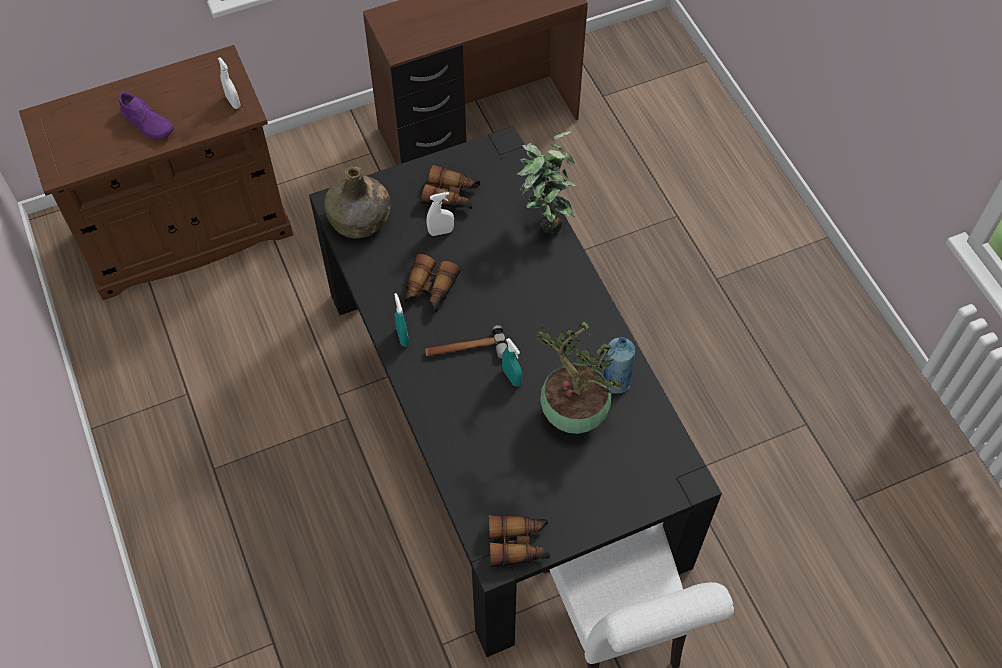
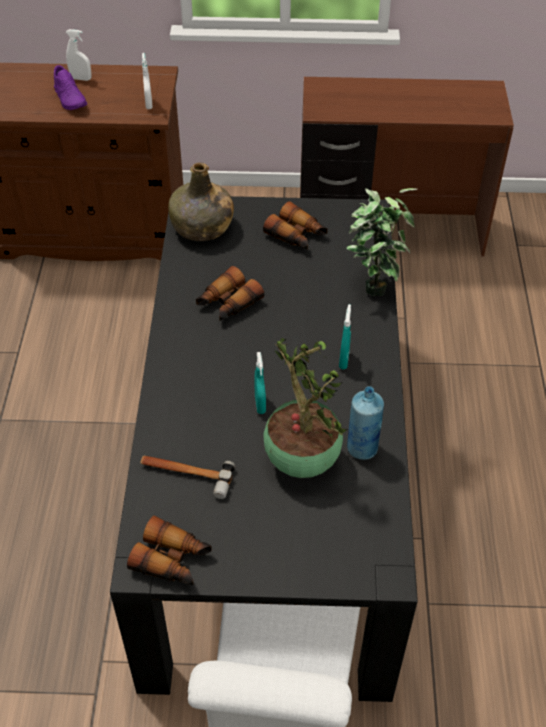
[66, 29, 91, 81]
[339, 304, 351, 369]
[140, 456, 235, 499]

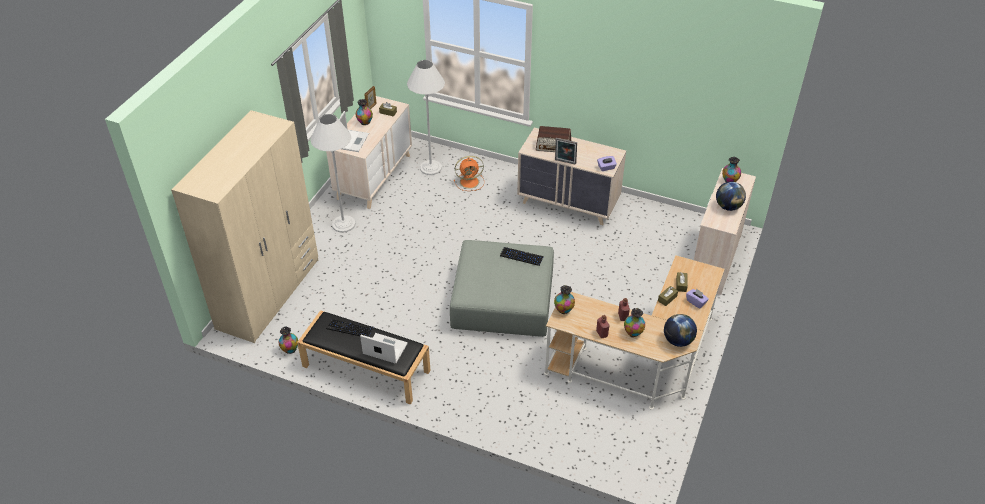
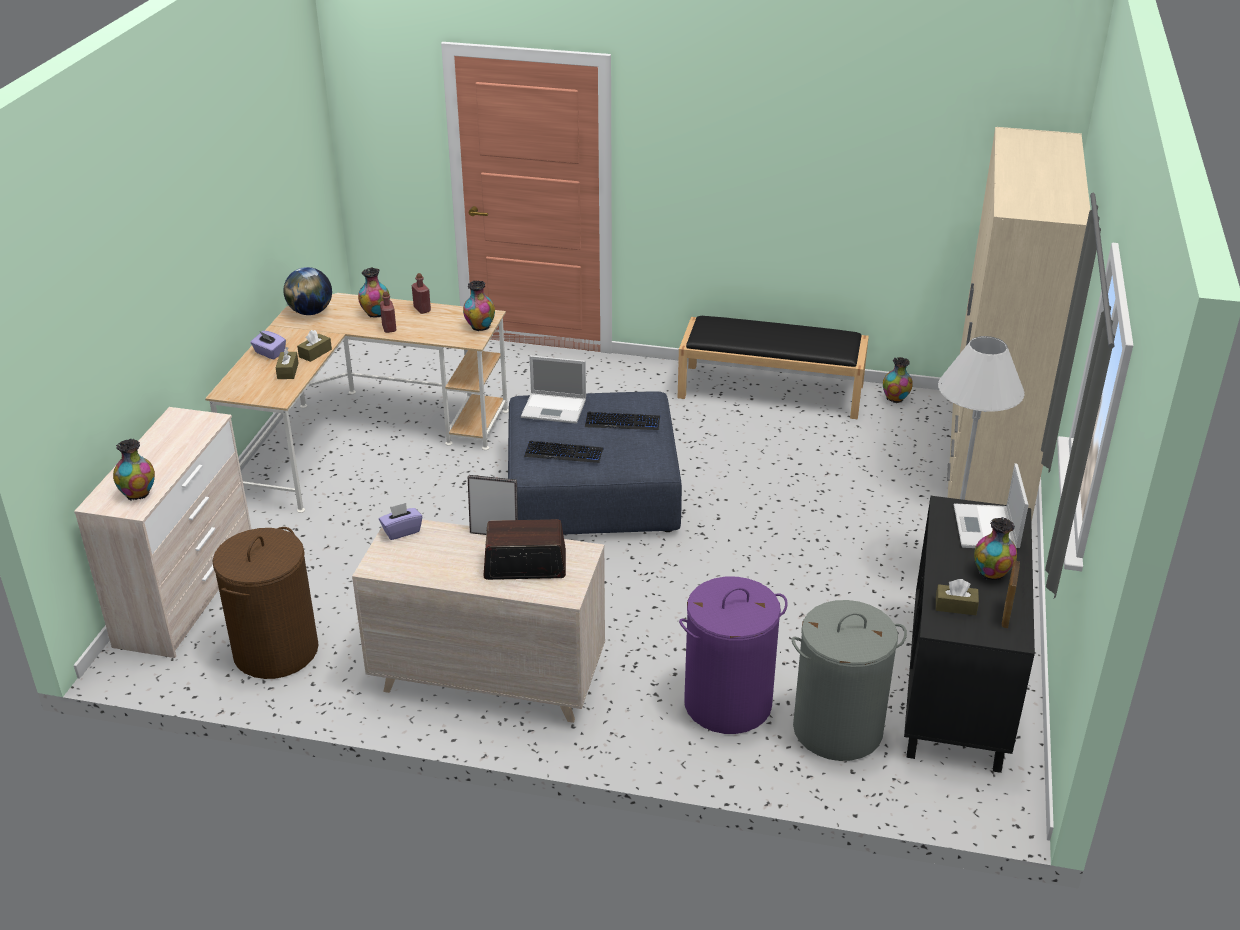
[792, 600, 907, 761]
[904, 496, 1035, 773]
[679, 577, 788, 734]
[716, 182, 746, 211] (first image)
[508, 392, 682, 535]
[585, 412, 660, 430]
[521, 356, 586, 424]
[212, 527, 319, 679]

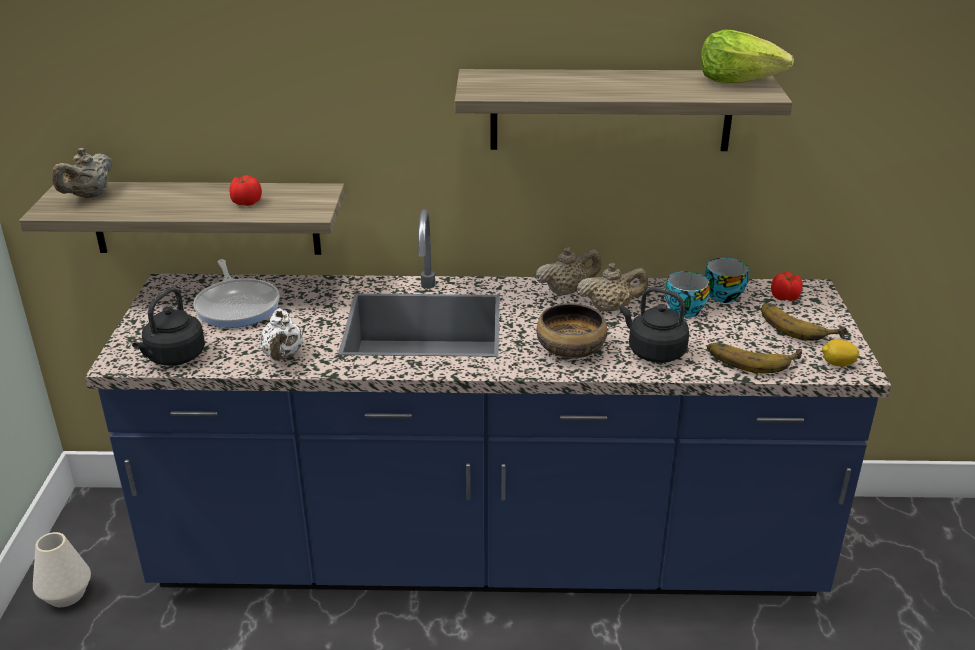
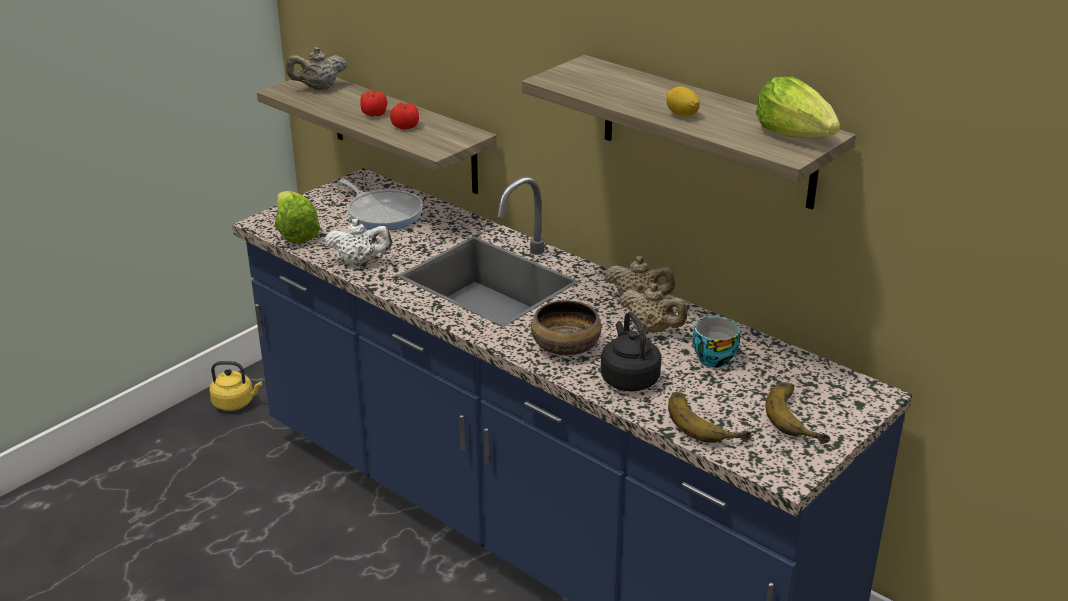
[705, 258, 749, 303] (first image)
[339, 179, 423, 230]
[360, 90, 387, 116]
[275, 191, 320, 244]
[325, 219, 392, 265]
[666, 86, 700, 117]
[209, 361, 262, 411]

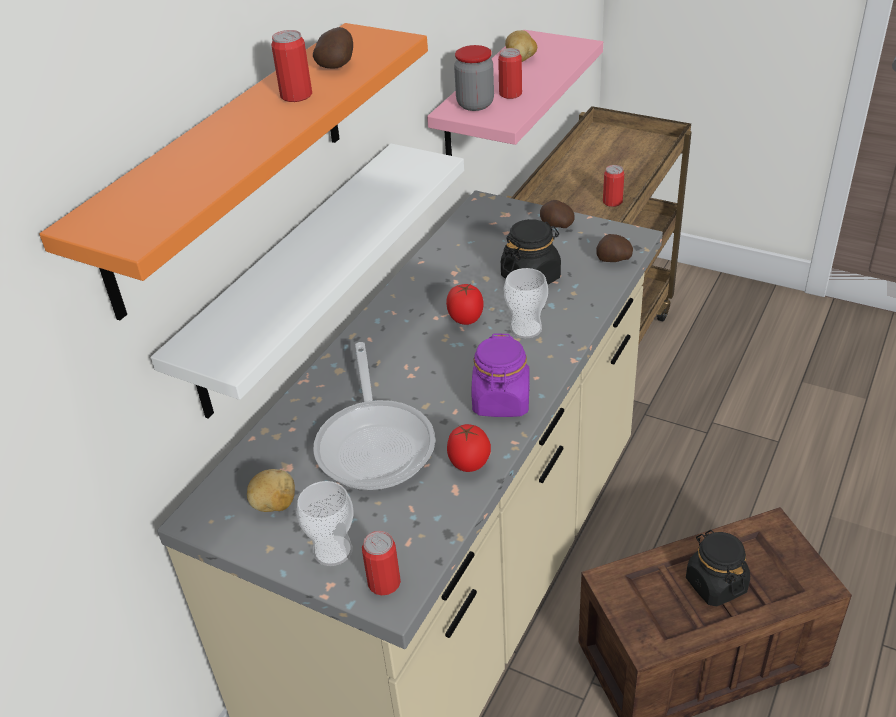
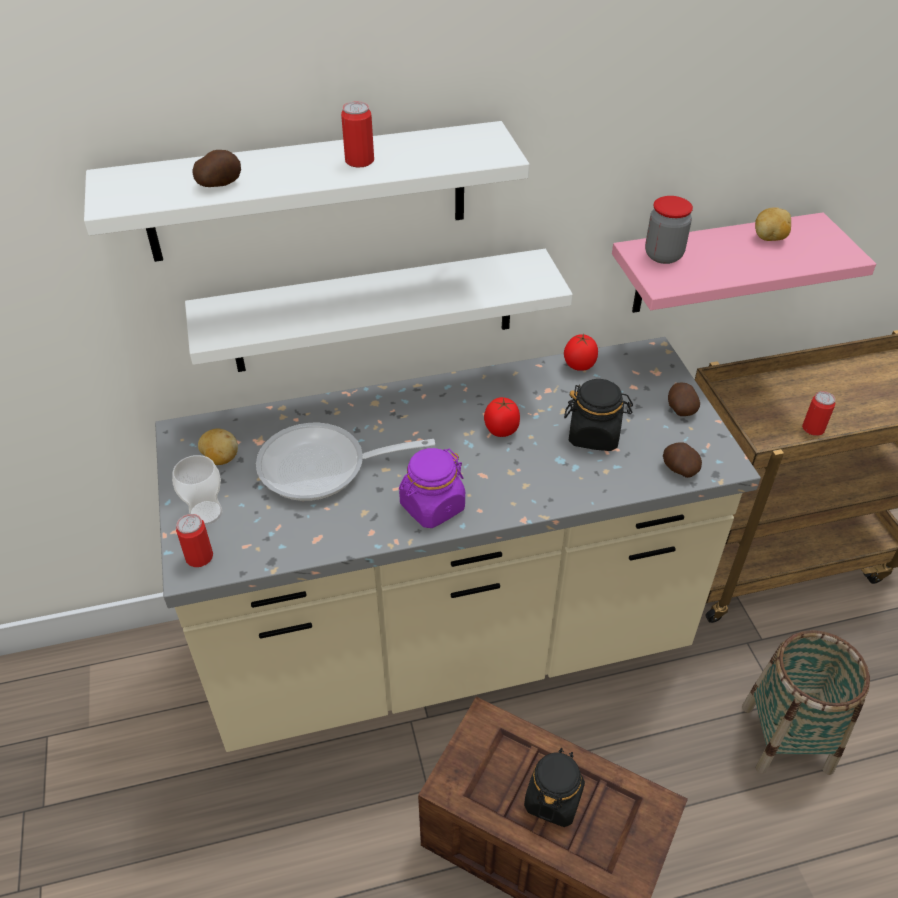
[84, 121, 529, 262]
[192, 150, 241, 187]
[498, 48, 522, 99] (first image)
[504, 268, 548, 338] (first image)
[256, 423, 435, 501]
[564, 333, 598, 371]
[742, 630, 870, 775]

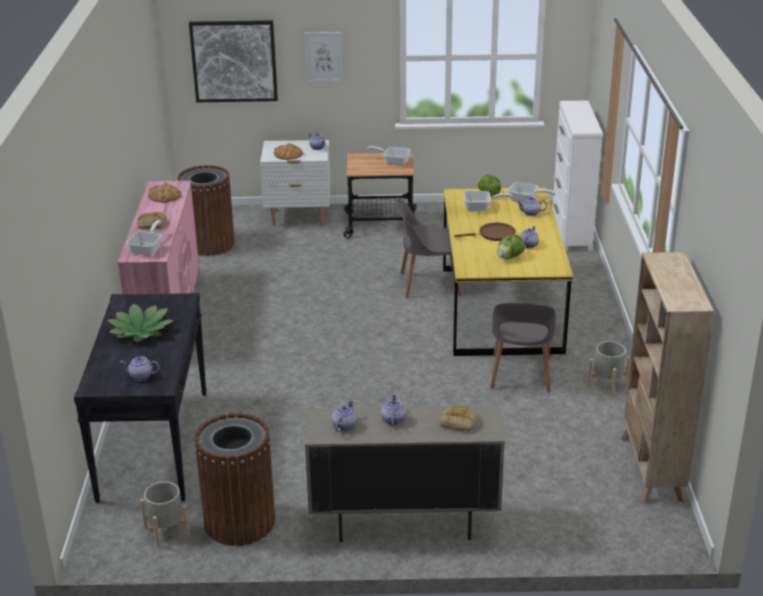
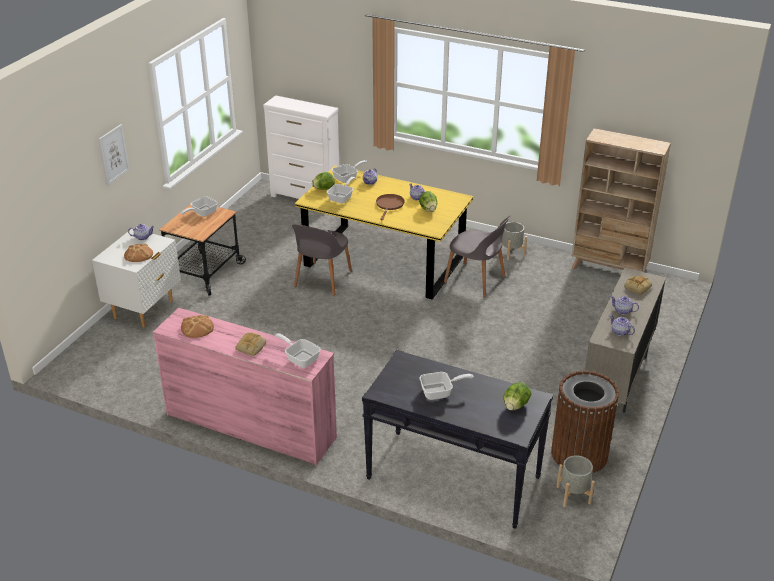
[189, 20, 278, 102] (first image)
[178, 165, 235, 256] (first image)
[419, 372, 474, 400]
[504, 382, 532, 411]

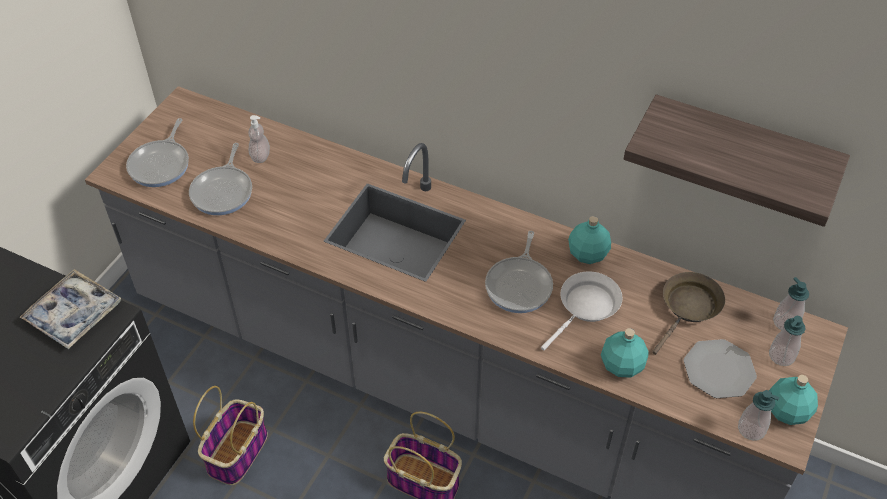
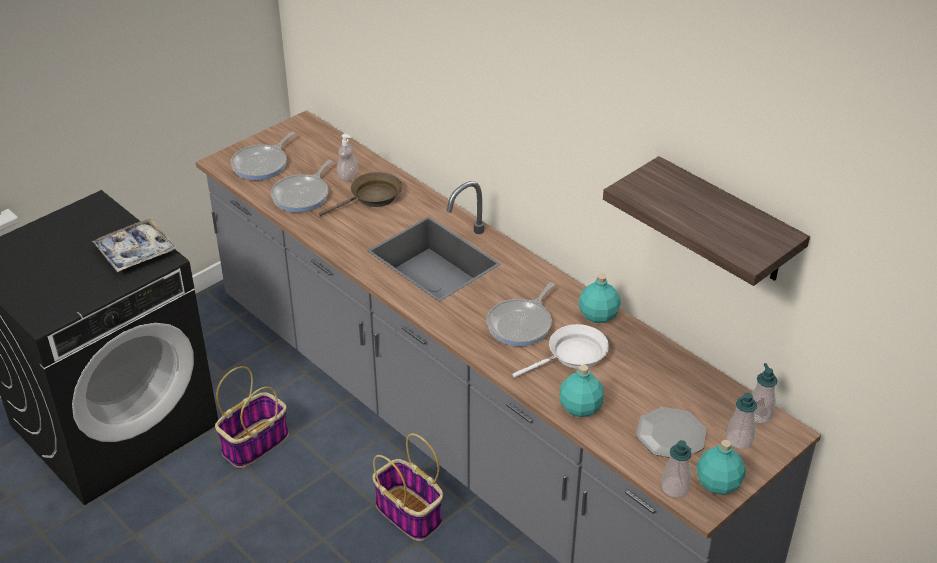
[319, 172, 402, 216]

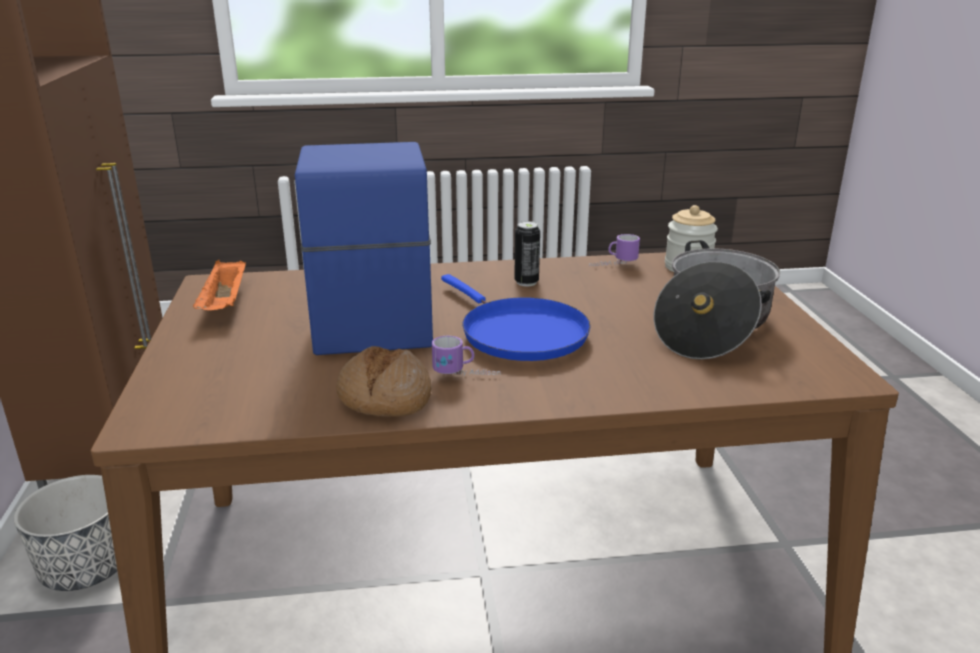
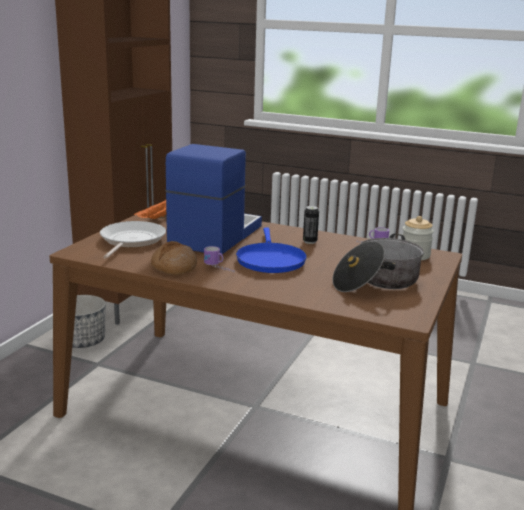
[100, 221, 166, 259]

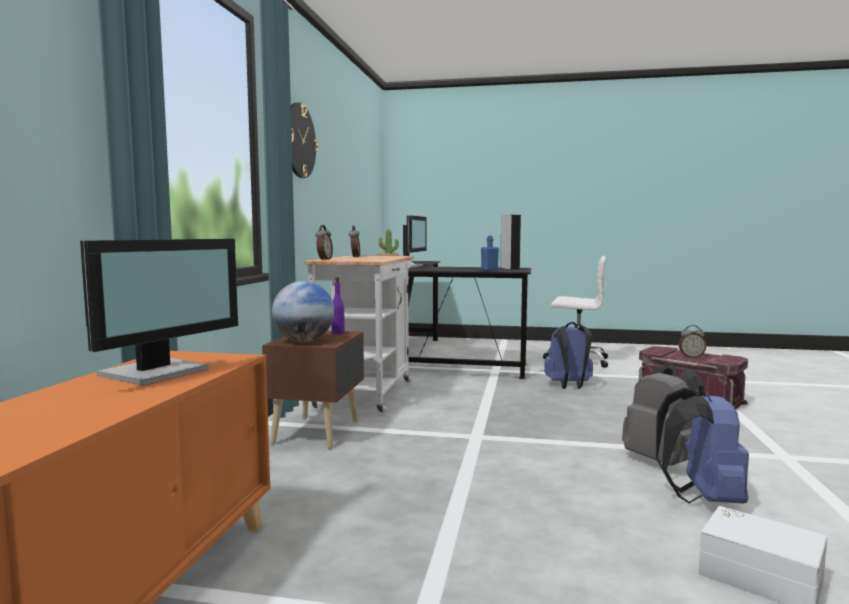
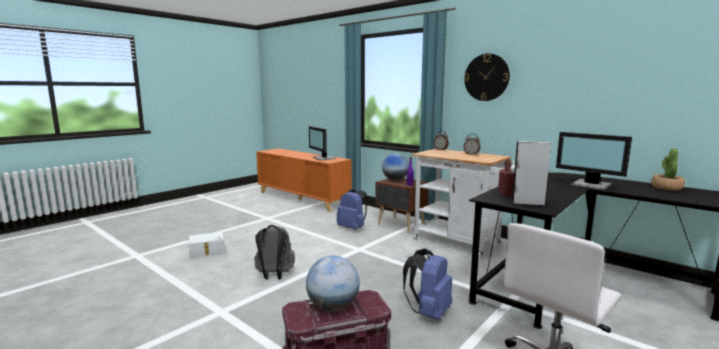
[498, 159, 514, 196]
[306, 256, 360, 311]
[336, 188, 368, 229]

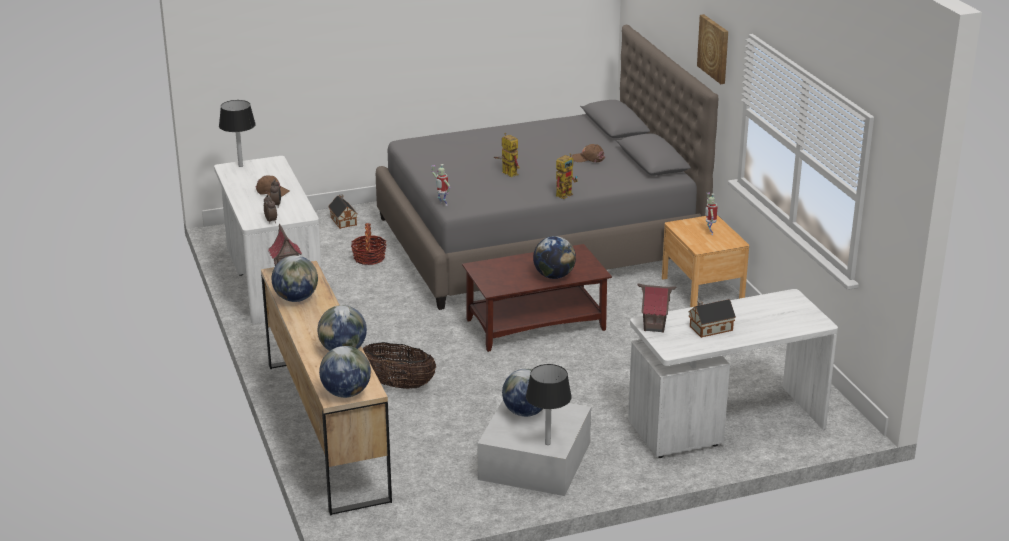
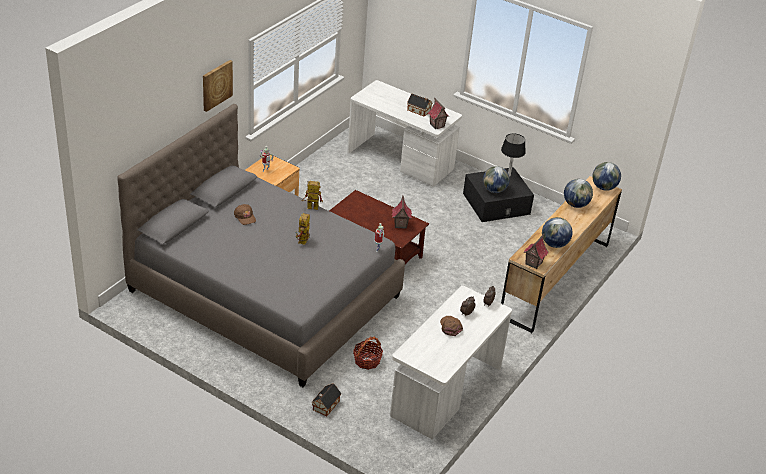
[219, 100, 256, 167] (first image)
[533, 236, 576, 279] (first image)
[363, 342, 436, 389] (first image)
[463, 167, 534, 222]
[392, 196, 412, 229]

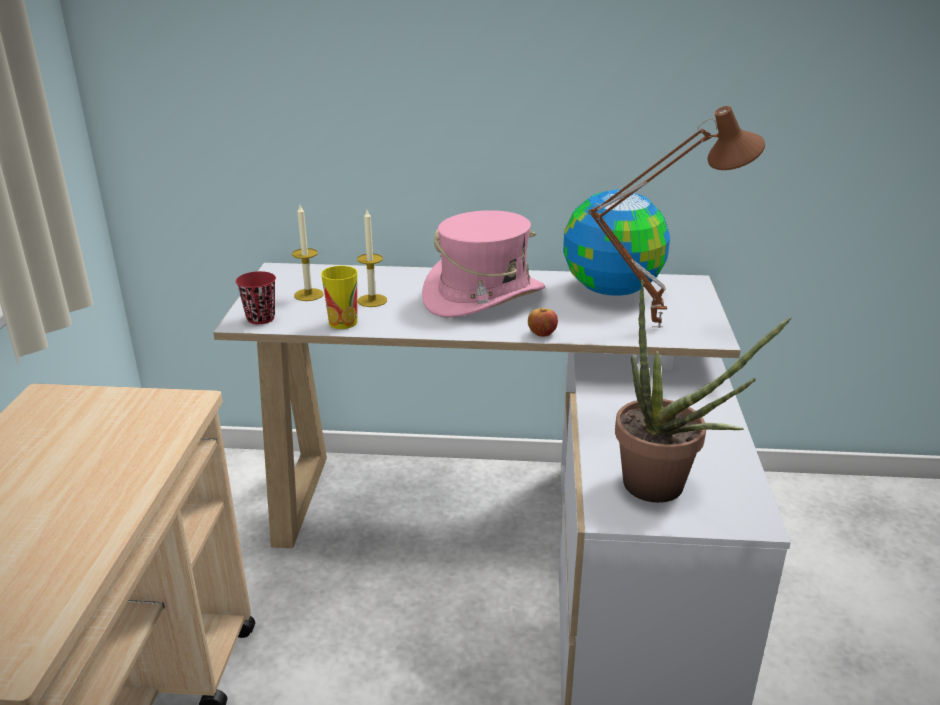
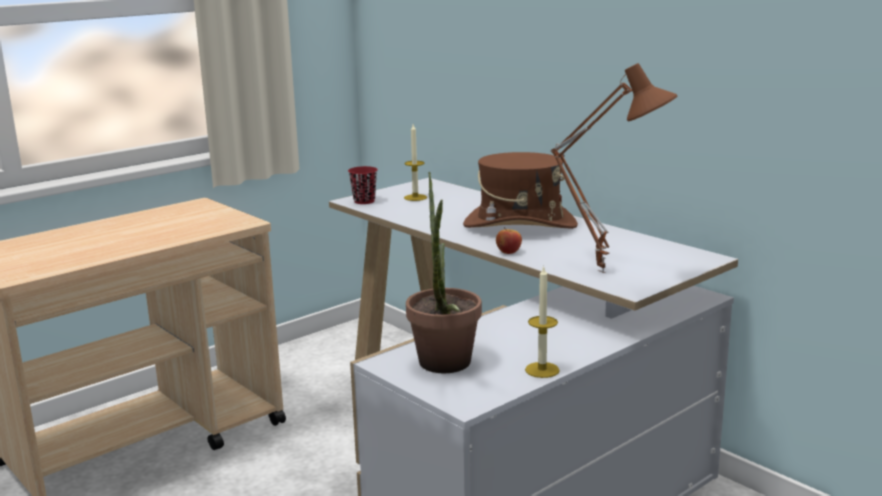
[563, 189, 670, 296] (first image)
[525, 265, 560, 378]
[463, 152, 578, 229]
[321, 266, 358, 329] (first image)

